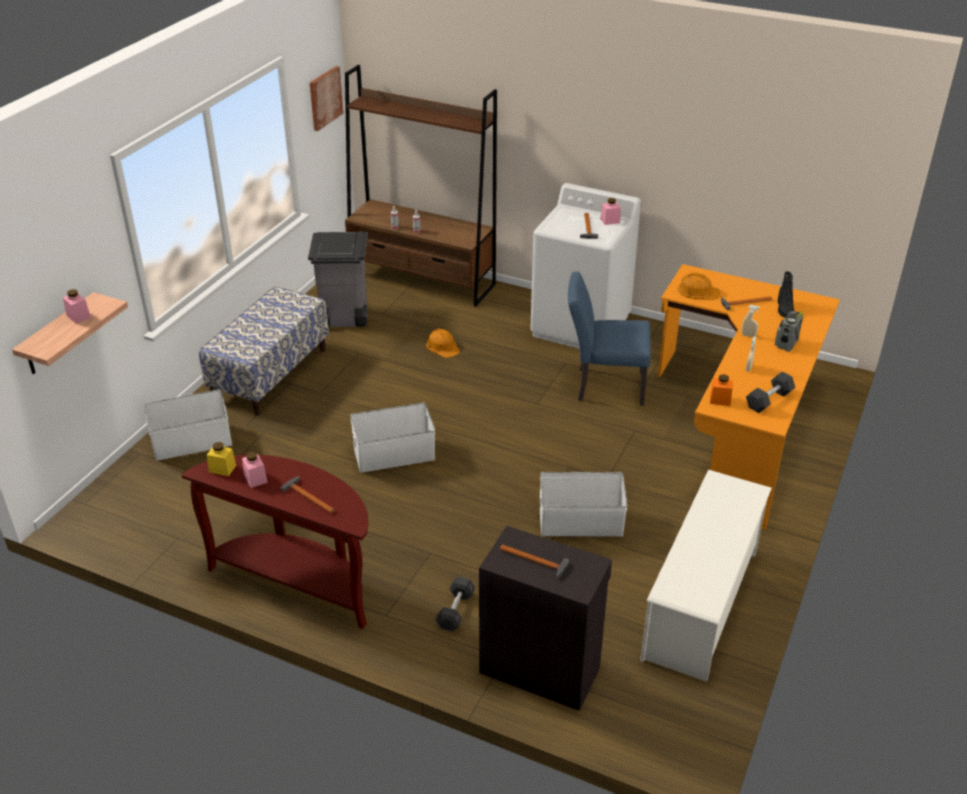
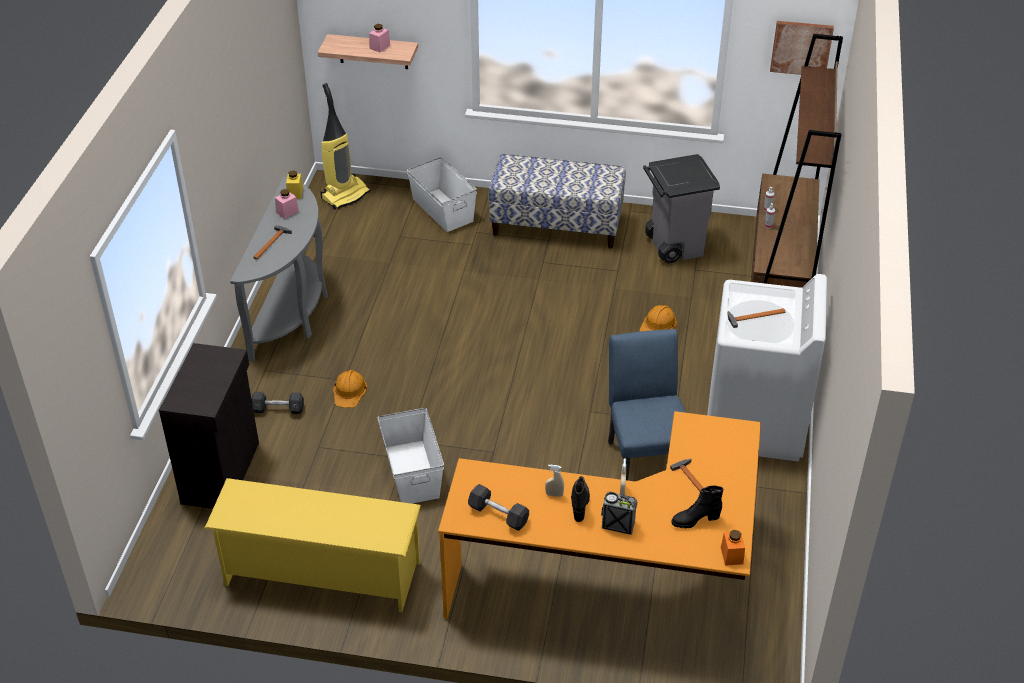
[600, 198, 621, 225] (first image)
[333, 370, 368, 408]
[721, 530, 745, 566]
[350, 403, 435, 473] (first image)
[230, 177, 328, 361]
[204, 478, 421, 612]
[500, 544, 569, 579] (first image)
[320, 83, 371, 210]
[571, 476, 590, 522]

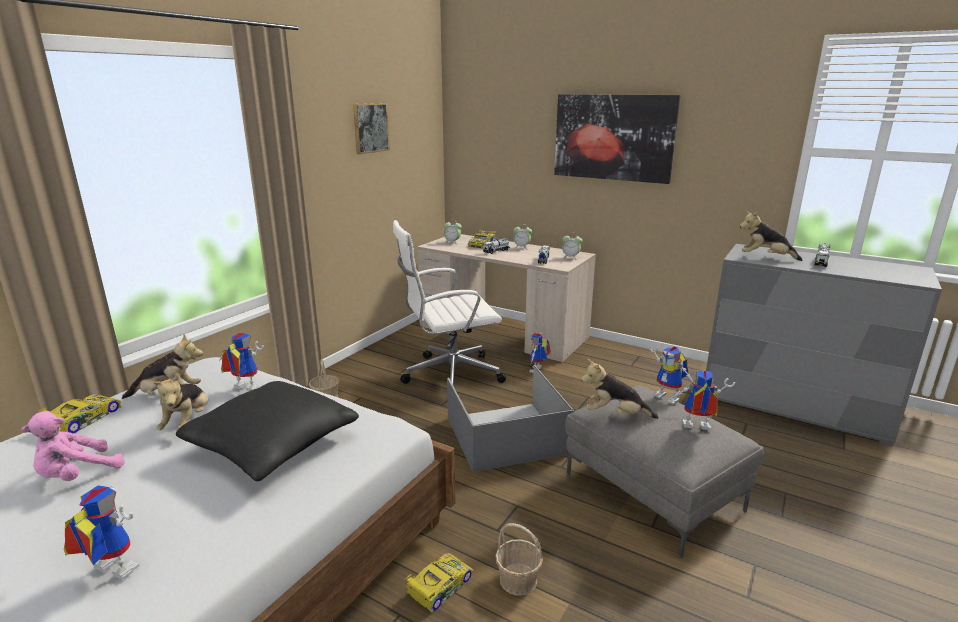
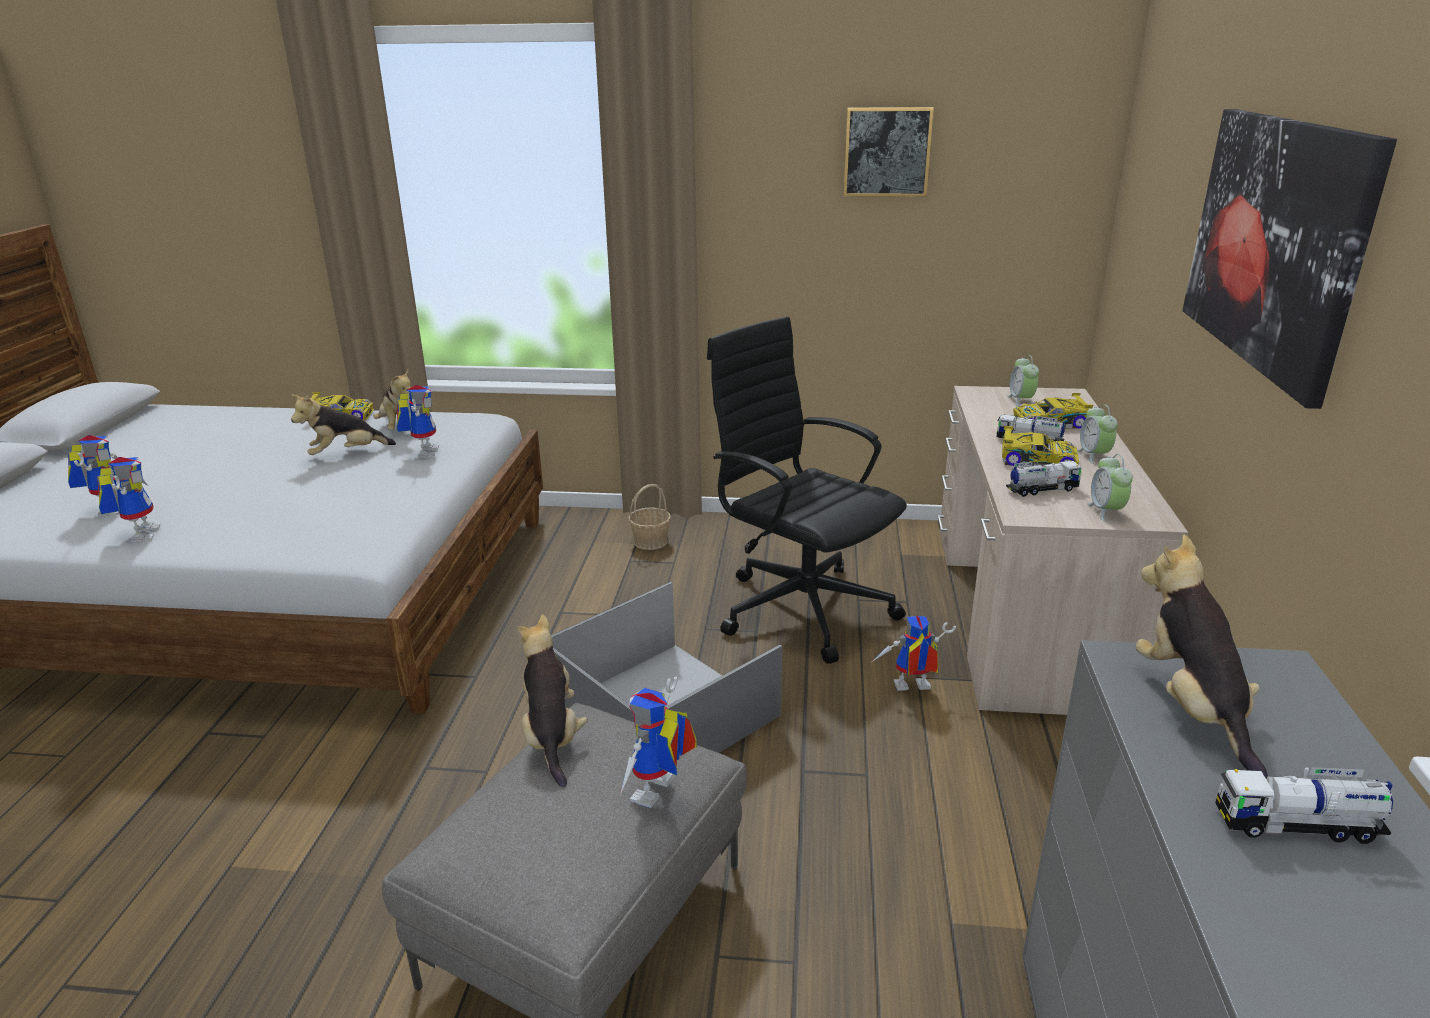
[707, 316, 907, 664]
[97, 457, 161, 542]
[176, 381, 359, 481] (first image)
[21, 411, 125, 481] (first image)
[495, 523, 543, 596] (first image)
[1002, 426, 1079, 467]

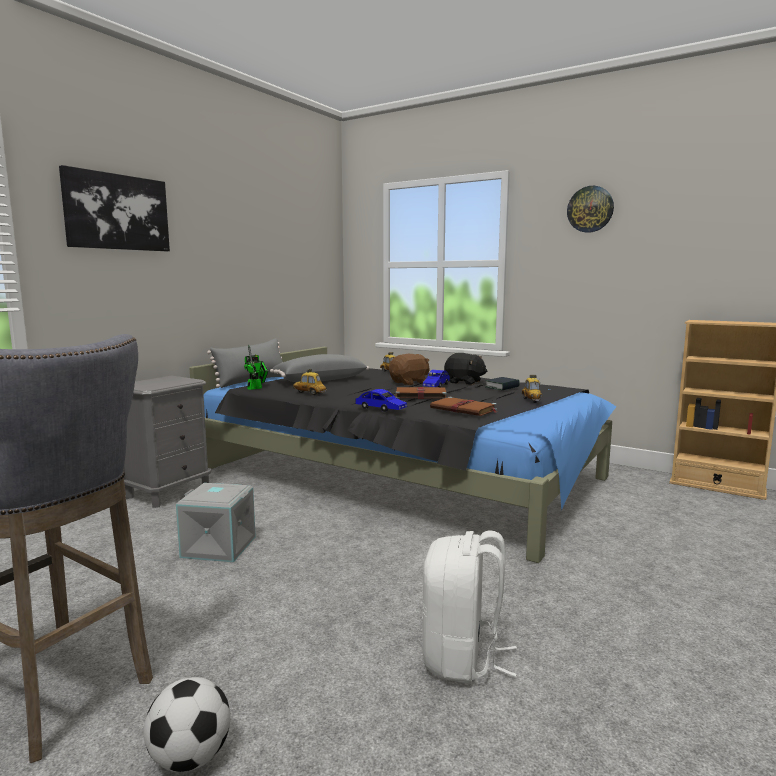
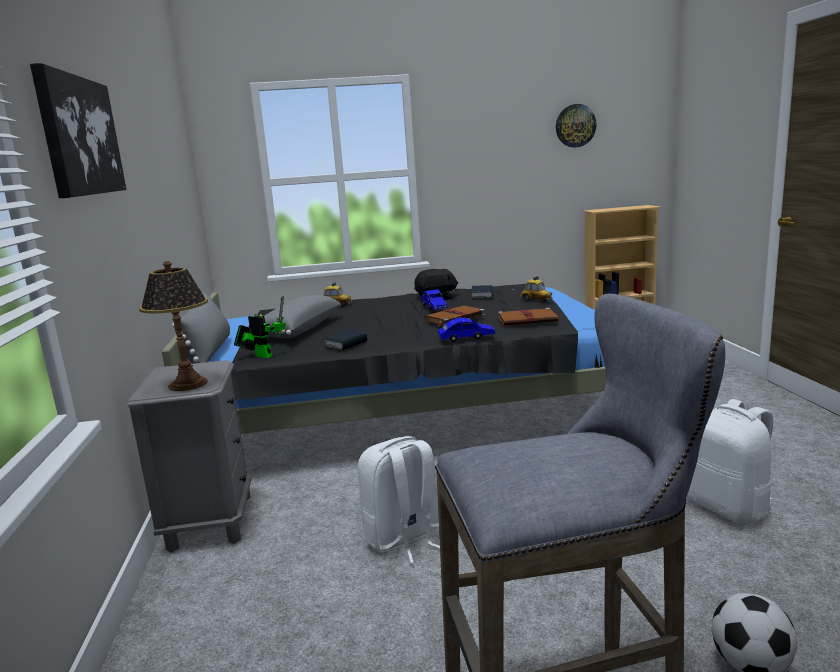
[556, 104, 597, 148]
[234, 295, 285, 358]
[389, 354, 430, 385] (first image)
[324, 330, 367, 351]
[358, 436, 440, 563]
[139, 261, 208, 391]

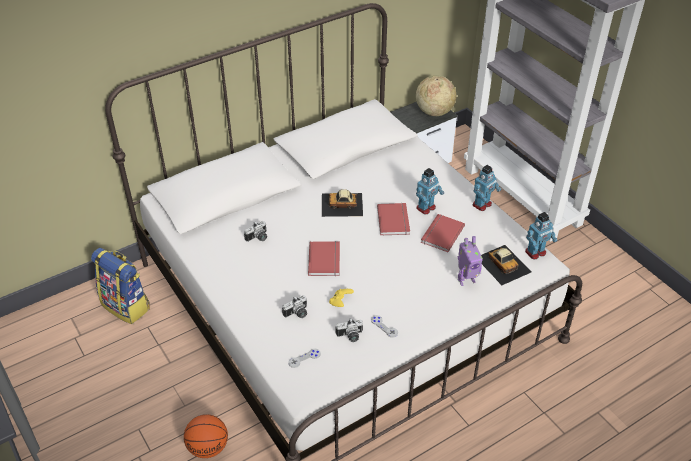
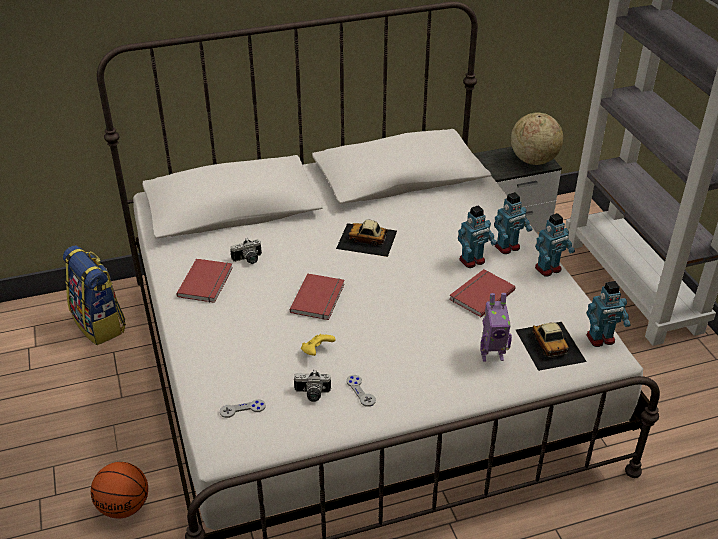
[176, 259, 233, 303]
[282, 295, 307, 318] (first image)
[494, 192, 532, 254]

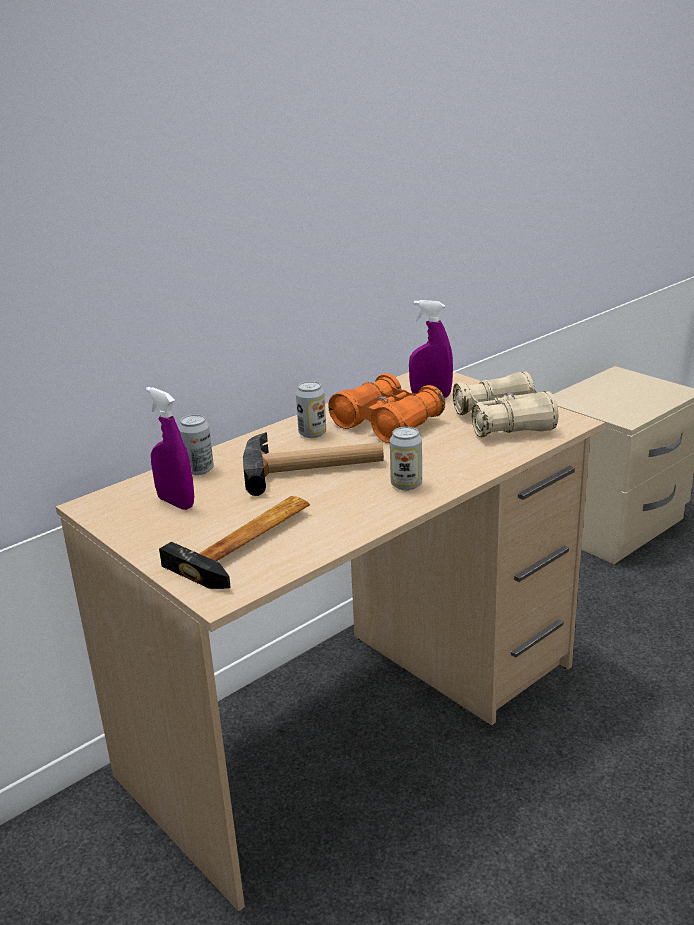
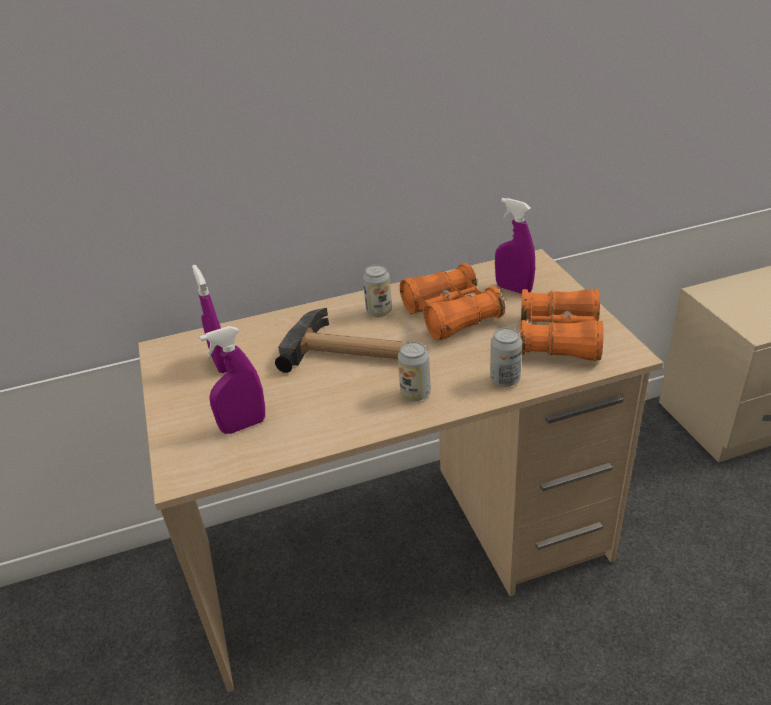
[520, 289, 604, 361]
[490, 328, 522, 387]
[200, 326, 265, 434]

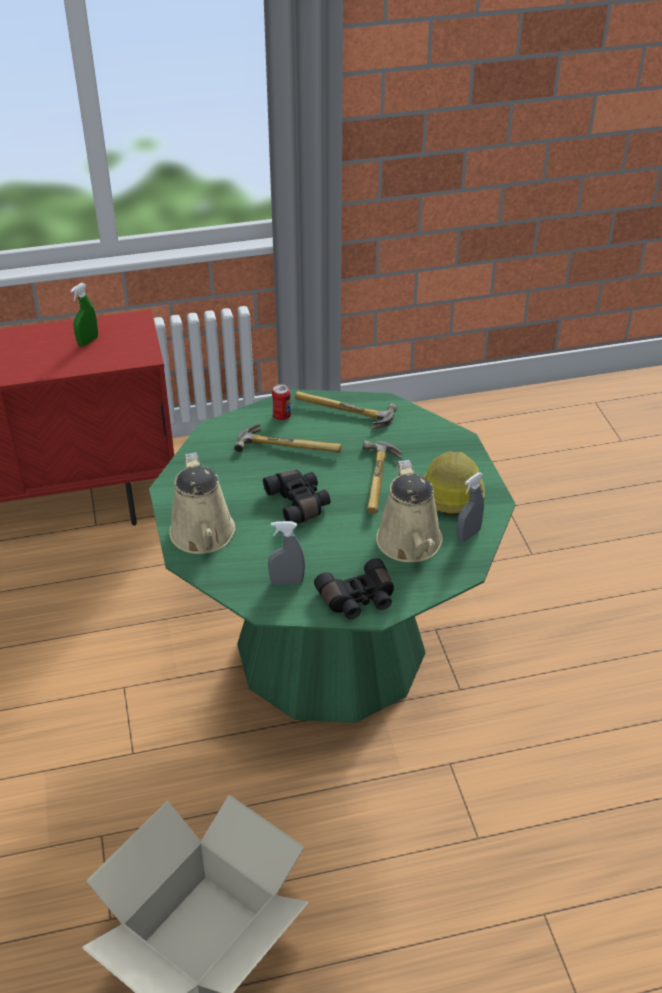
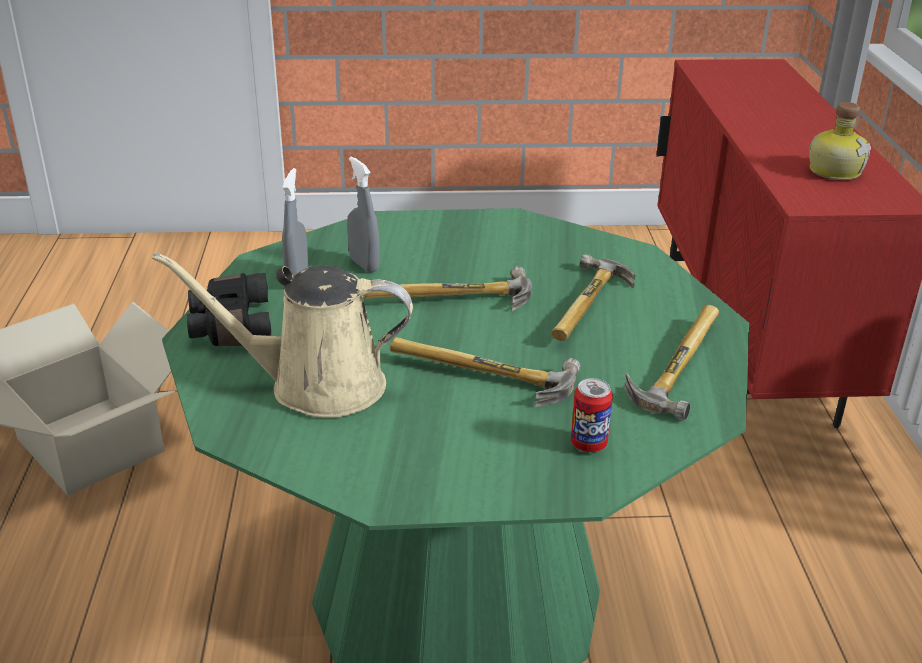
[809, 102, 871, 180]
[571, 378, 613, 452]
[423, 451, 485, 516] (first image)
[169, 452, 235, 554] (first image)
[364, 266, 532, 311]
[347, 156, 380, 273]

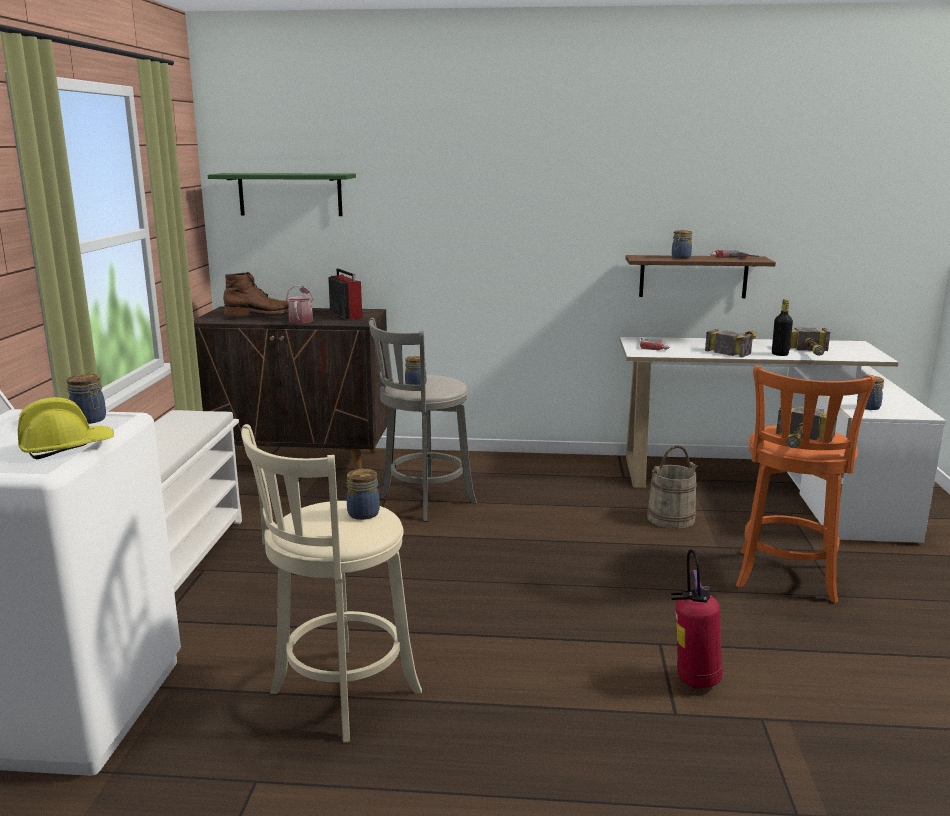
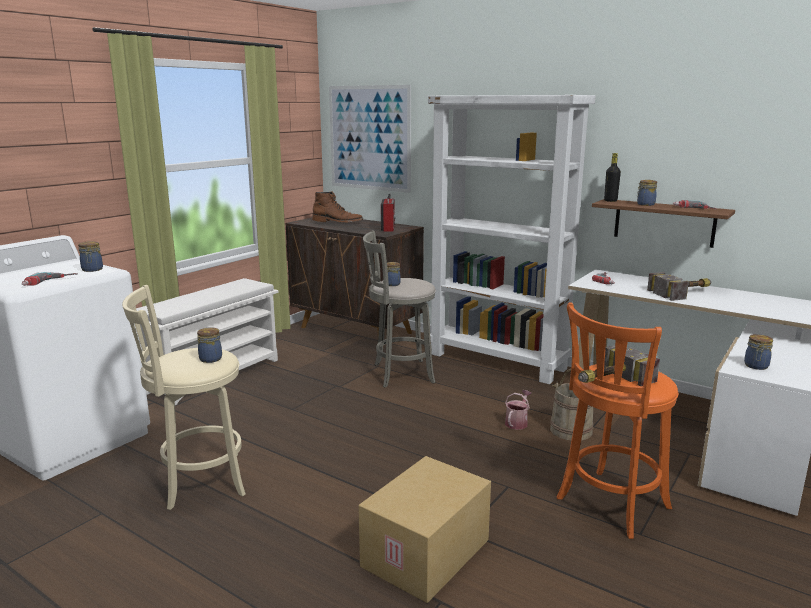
[329, 85, 411, 193]
[505, 390, 531, 430]
[604, 153, 621, 202]
[789, 327, 830, 356] (first image)
[22, 272, 78, 286]
[358, 456, 491, 603]
[428, 95, 596, 384]

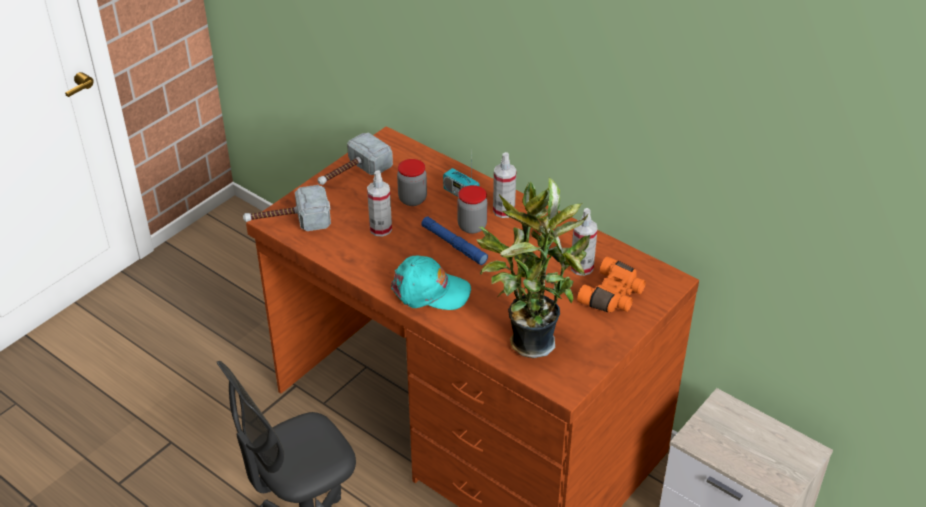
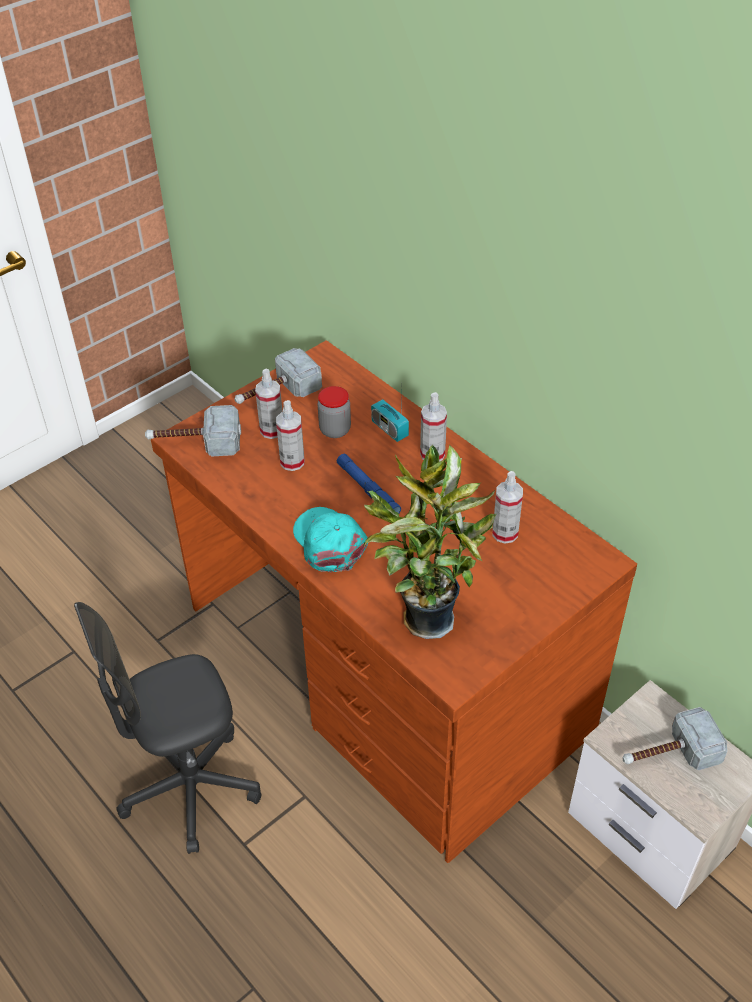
[457, 185, 488, 234] (first image)
[293, 507, 368, 573]
[577, 257, 646, 313] (first image)
[255, 369, 283, 439]
[622, 707, 727, 770]

